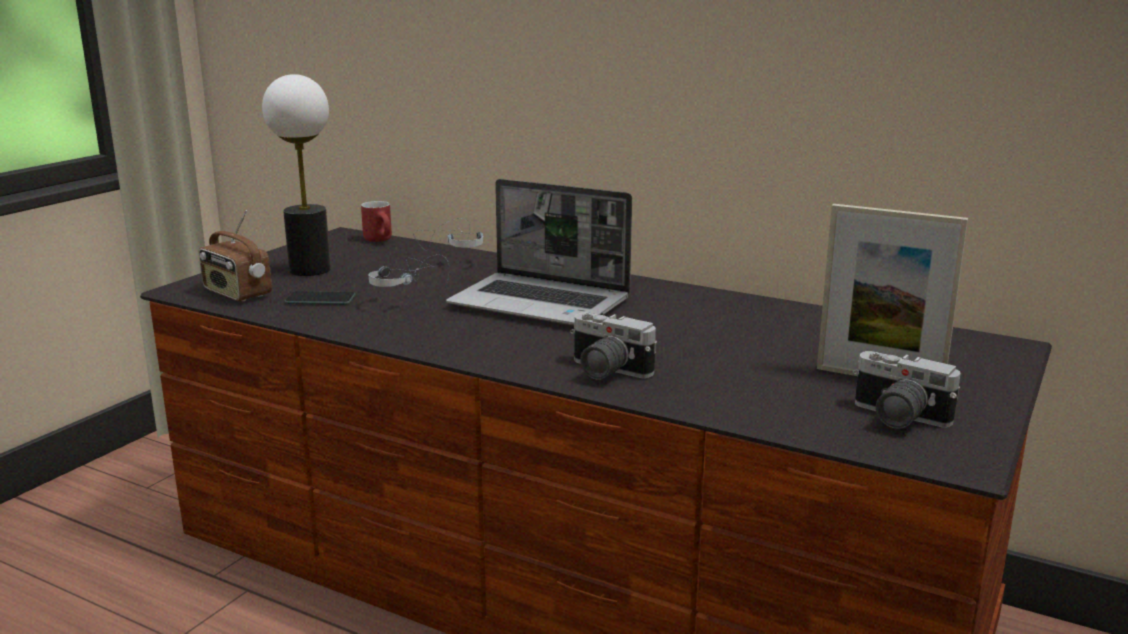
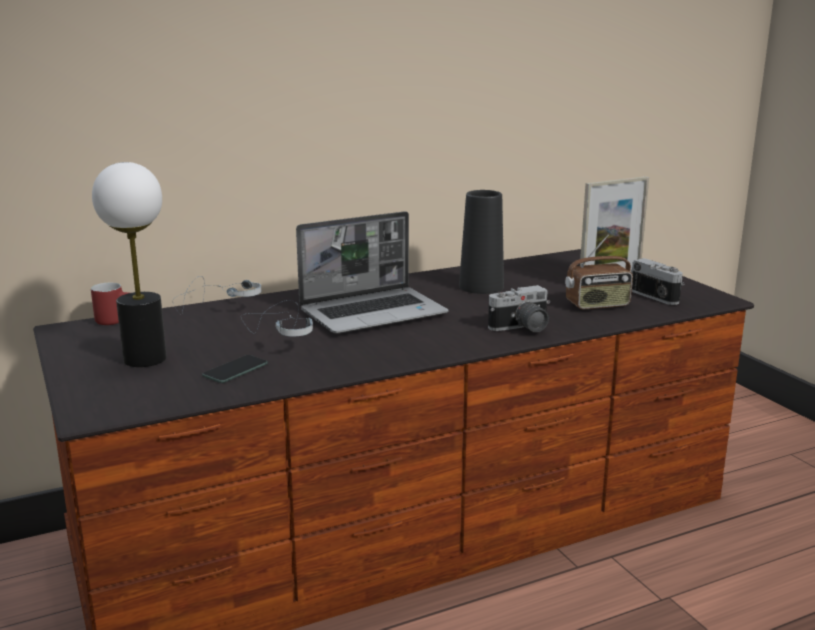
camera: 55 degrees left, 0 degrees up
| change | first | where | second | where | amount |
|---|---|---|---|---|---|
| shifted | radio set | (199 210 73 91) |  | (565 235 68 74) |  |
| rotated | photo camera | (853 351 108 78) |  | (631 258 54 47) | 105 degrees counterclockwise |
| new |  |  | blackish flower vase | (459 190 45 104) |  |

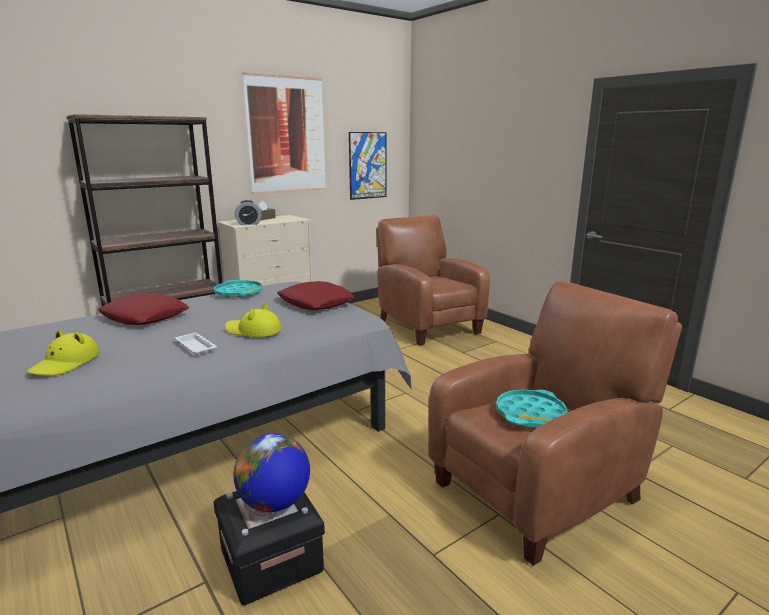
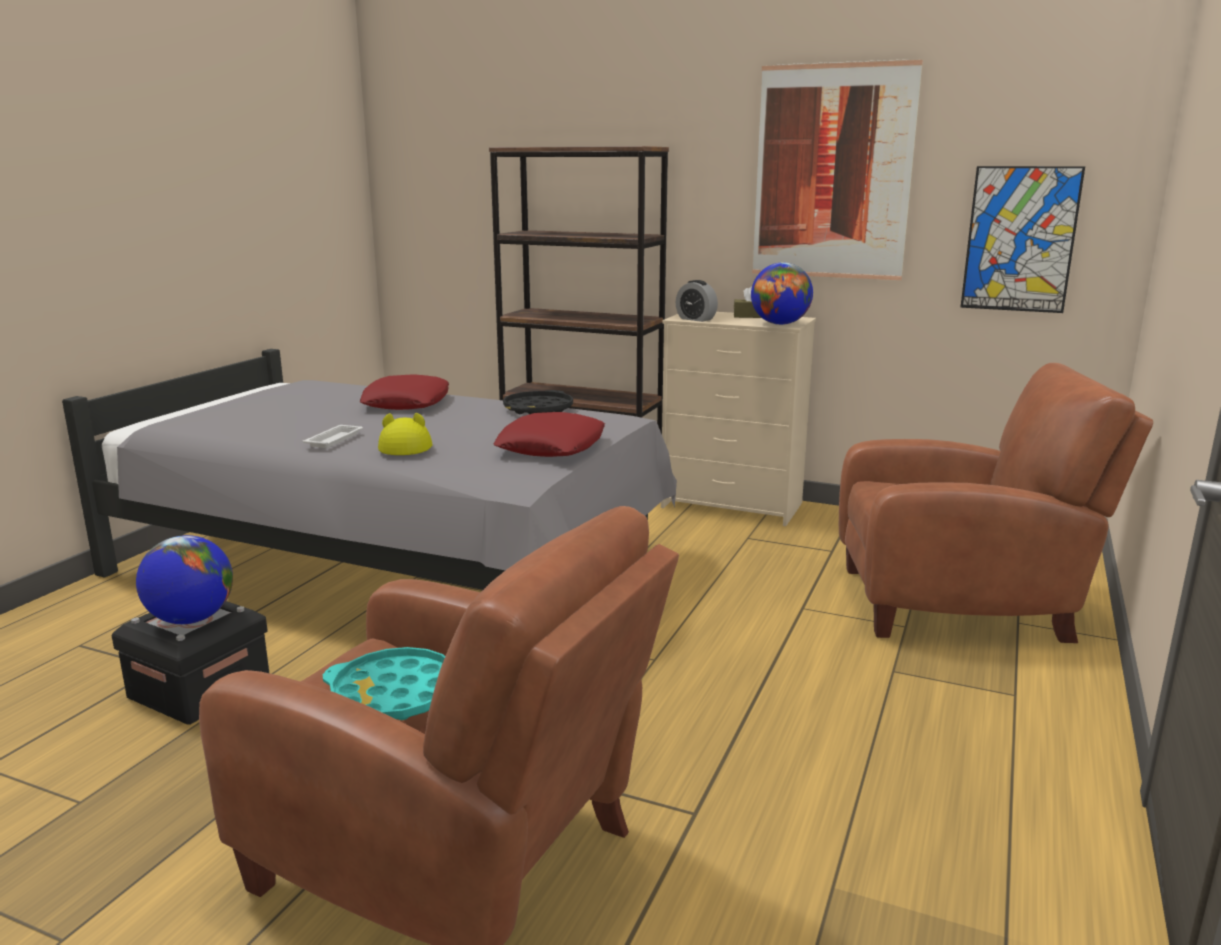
camera: 60 degrees right, 0 degrees up
| change | first | where | second | where | amount |
|---|---|---|---|---|---|
| gone | yellow wearable hat | (27 329 73 46) |  |  |  |
| repainted | turquoise-coloured tray | (214 280 49 18) | blackish tray | (503 390 70 24) |  |
| rotated | brown easy chair | (376 215 114 131) |  | (839 363 314 280) | 60 degrees clockwise |
| new |  |  | desk globe | (751 262 62 63) |  |

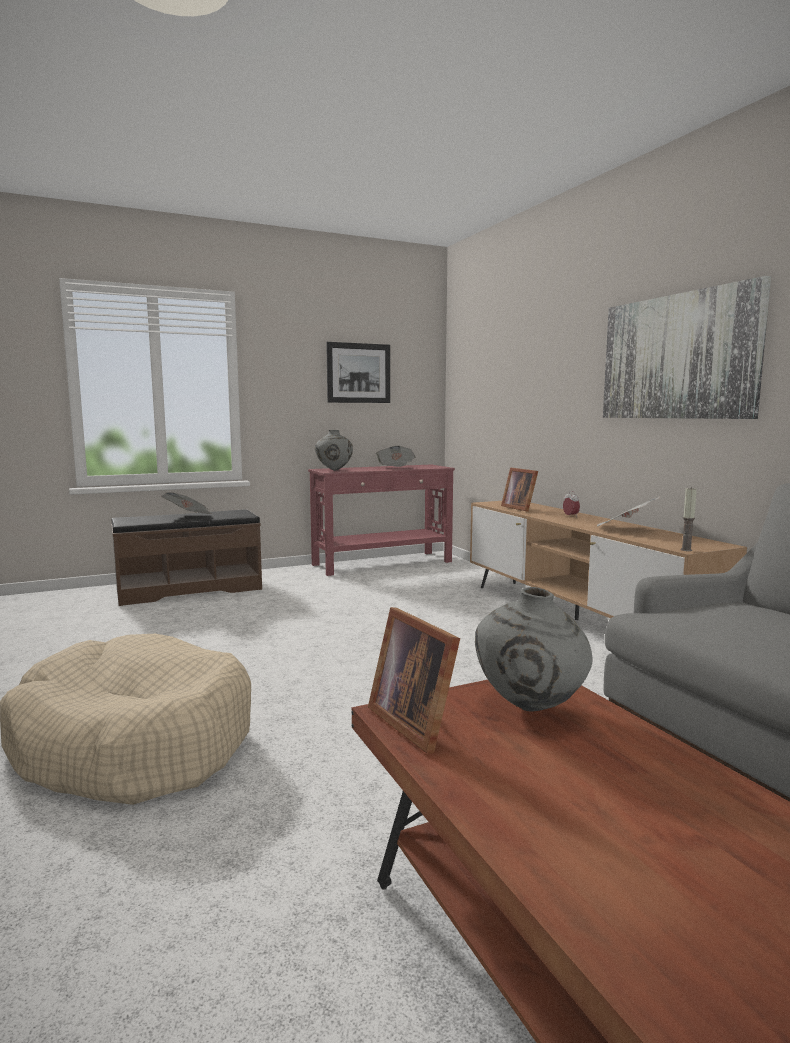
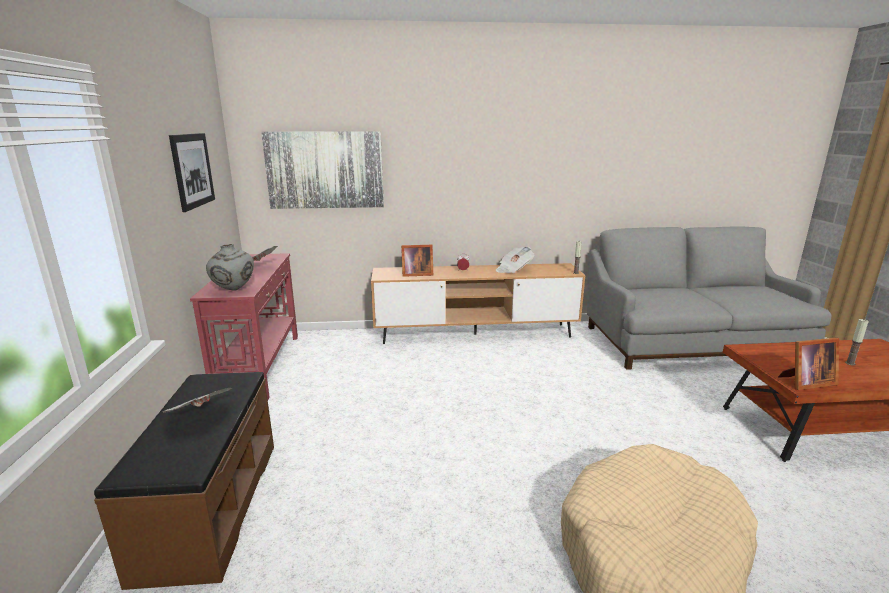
camera: 70 degrees left, 10 degrees up
| change | first | where | second | where | amount |
|---|---|---|---|---|---|
| gone | greyish flower vase | (475 587 118 125) |  |  |  |
| shifted | wall picture | (603 276 168 143) |  | (261 131 123 78) |  |
| new |  |  | wax candle | (845 319 24 47) |  |

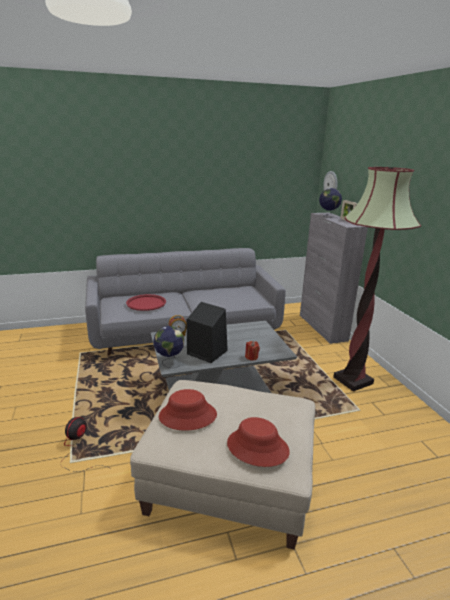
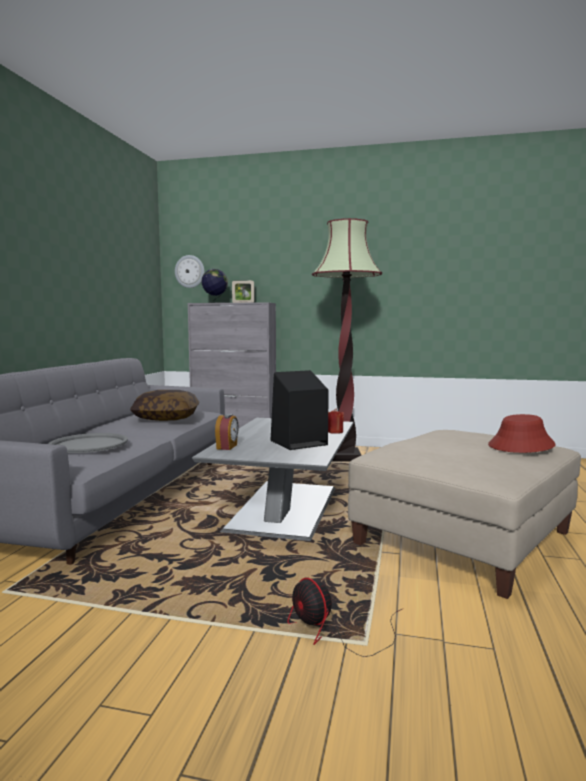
camera: 60 degrees left, 15 degrees down
| change | first | where | second | where | amount |
|---|---|---|---|---|---|
| repainted | red-coloured tray | (126 294 40 17) | greyish tray | (48 433 80 20) |  |
| gone | desk globe | (153 326 32 42) |  |  |  |
| gone | red-coloured wearable hat | (159 389 58 42) |  |  |  |
| new |  |  | throw pillow | (130 390 69 31) |  |

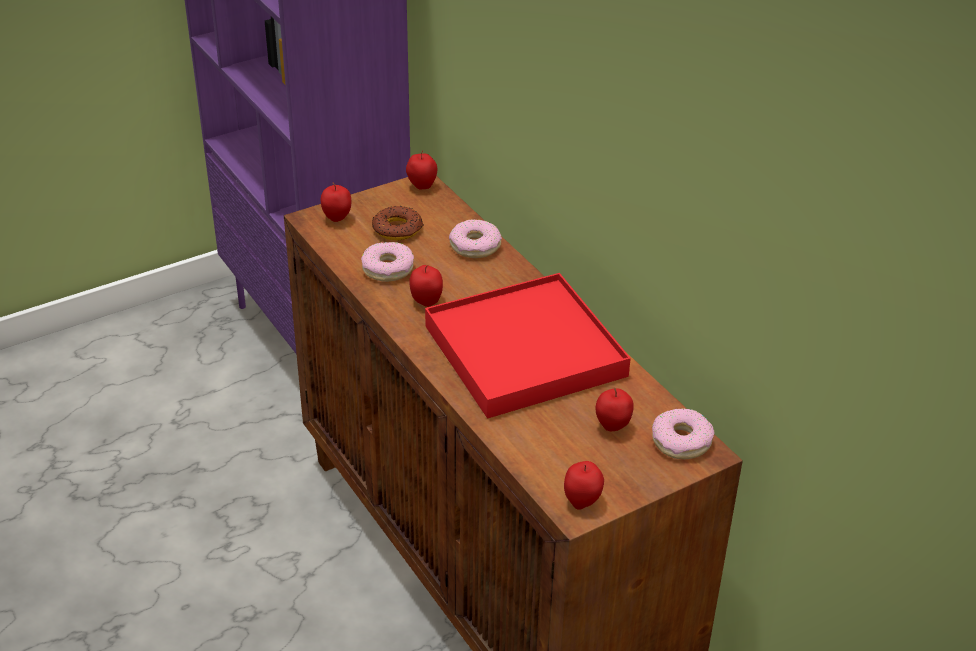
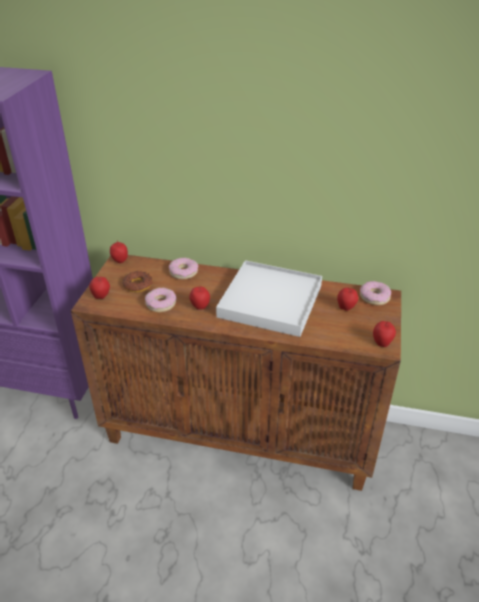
camera: 45 degrees left, 0 degrees up
| change | first | where | second | where | amount |
|---|---|---|---|---|---|
| repainted | red-coloured tray | (425 273 206 145) | whitish tray | (216 260 106 77) |  |

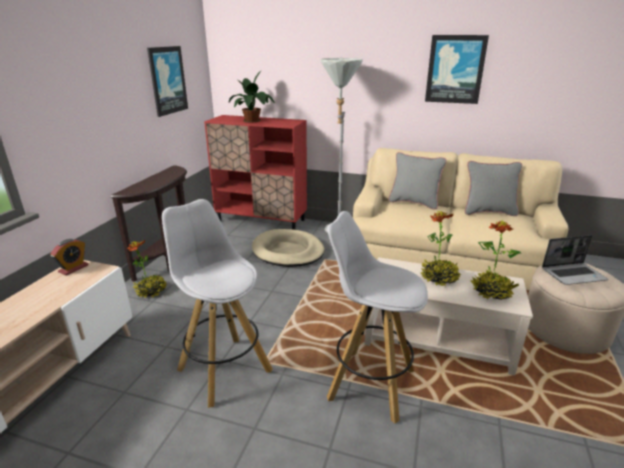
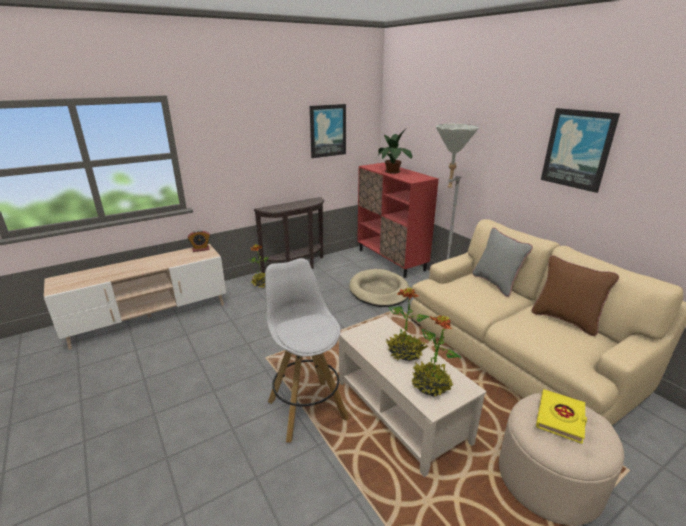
camera: 40 degrees right, 0 degrees up
| change | first | where | second | where | amount |
|---|---|---|---|---|---|
| gone | whitish stool | (162 199 111 209) |  |  |  |
| repainted | greyish throw pillow | (465 161 57 55) | brown throw pillow | (531 255 88 81) |  |
| swapped | laptop | (542 235 66 50) | yellow book | (536 389 51 55) |  |

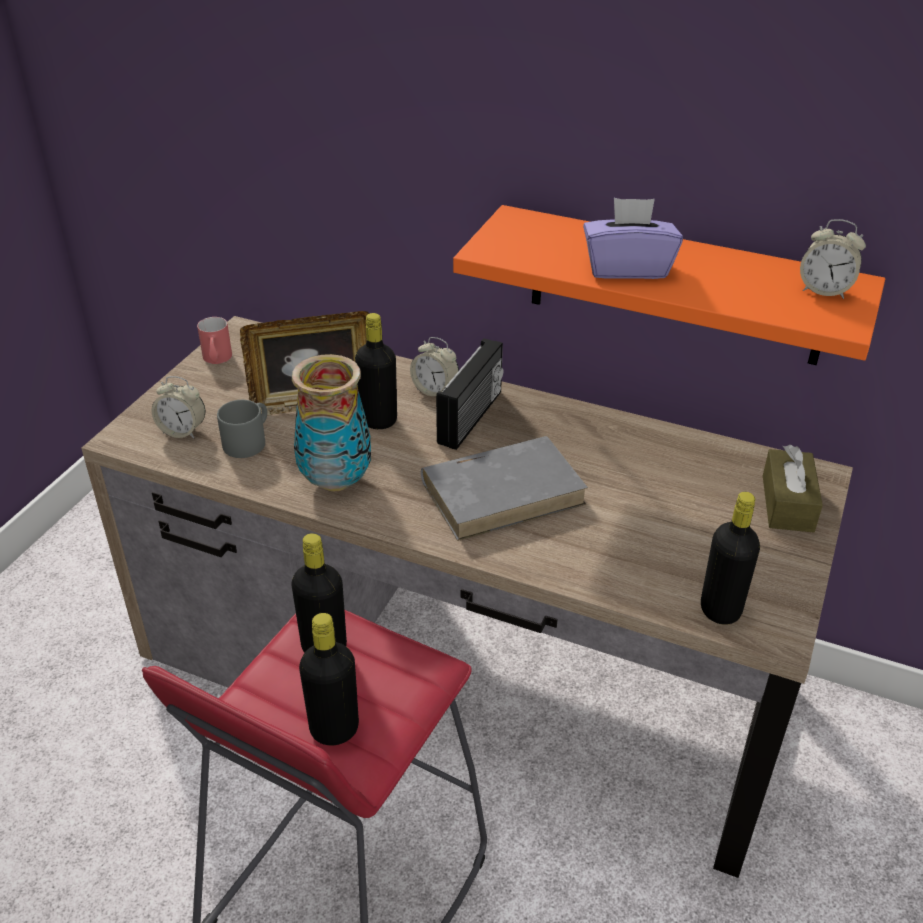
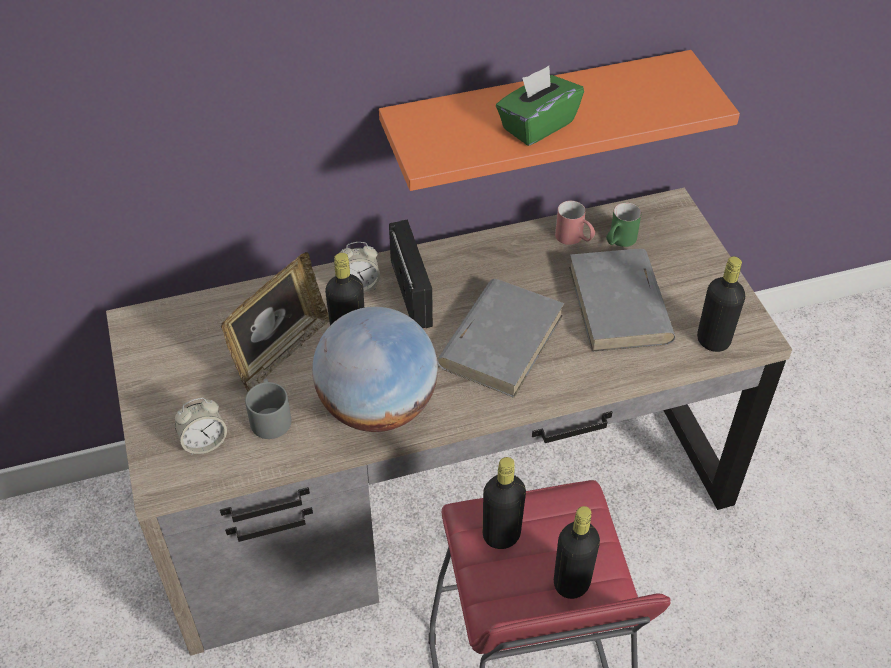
camera: 40 degrees left, 10 degrees up
| change | first | where | second | where | amount |
|---|---|---|---|---|---|
| shifted | red-coloured coffee mug | (197 317 35 47) |  | (555 201 40 44) |  |
| swapped | flower vase | (292 354 79 137) | desk globe | (312 307 126 125) |  |
| repainted | purple-coloured box of tissues | (583 198 100 81) | greenish box of tissues | (496 66 88 80) |  |
| gone | brown box of tissues | (763 445 60 87) |  |  |  |
| gone | table clock | (800 219 66 80) |  |  |  |
| new |  |  | greyish book | (569 249 106 103) |  |
| new |  |  | greenish coffee mug | (606 202 36 45) |  |

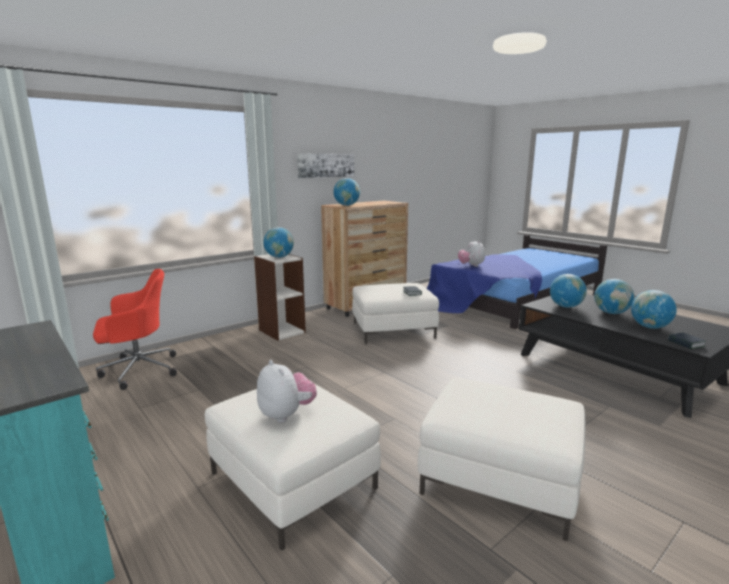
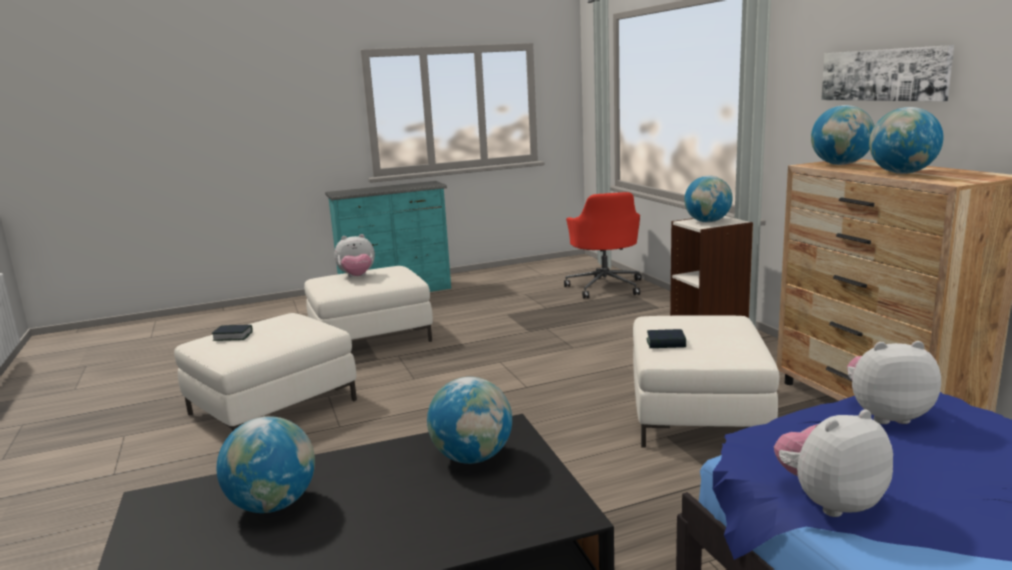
camera: 110 degrees right, 0 degrees up
| change | first | where | second | where | amount |
|---|---|---|---|---|---|
| shifted | desk globe | (594 279 40 35) |  | (869 107 74 67) |  |
| shifted | book | (668 333 38 16) |  | (212 325 41 16) |  |
| new |  |  | plush toy | (774 410 119 107) |  |

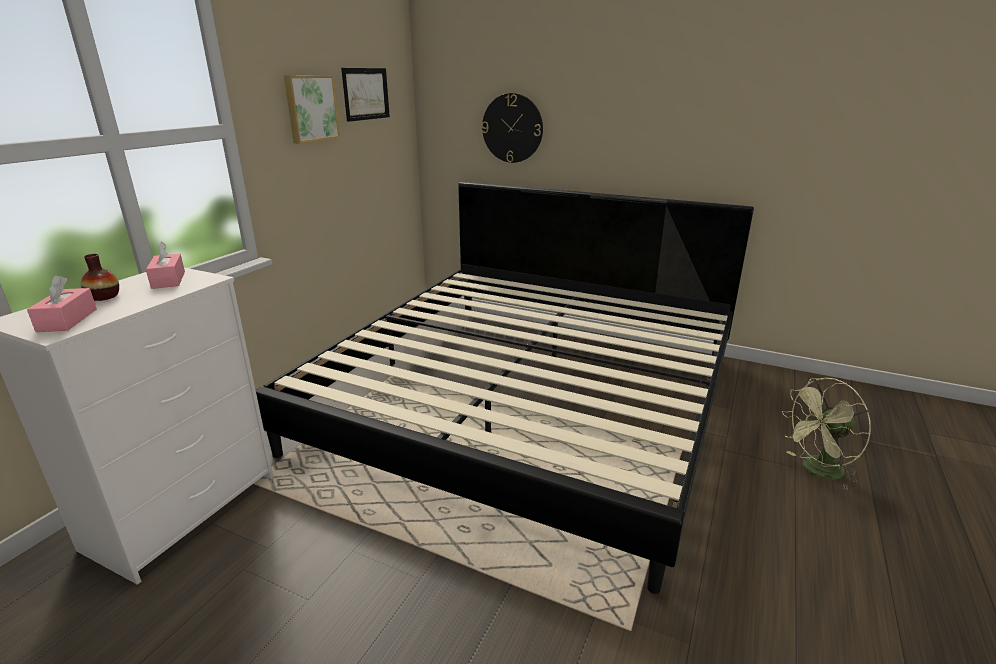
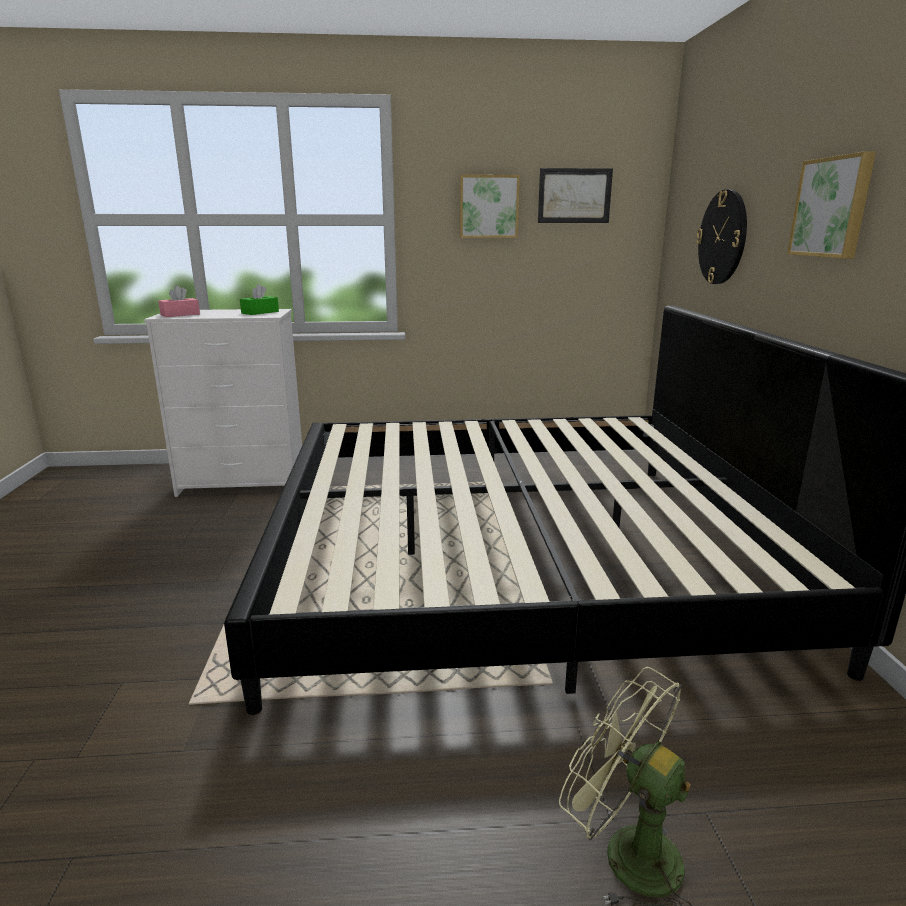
camera: 60 degrees right, 5 degrees down
| change | first | where | second | where | amount |
|---|---|---|---|---|---|
| gone | flower vase | (81 254 38 47) |  |  |  |
| repainted | pink box of tissues | (146 242 39 47) | greenish box of tissues | (240 284 39 31) |  |
| new |  |  | wall picture | (787 151 89 107) |  |

